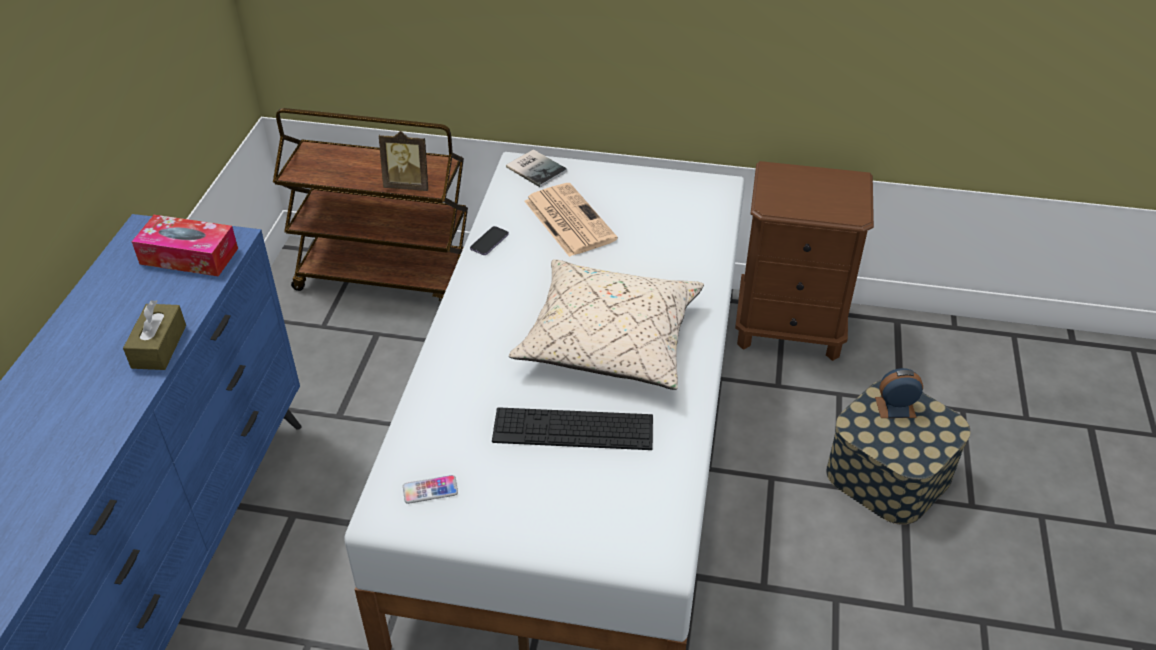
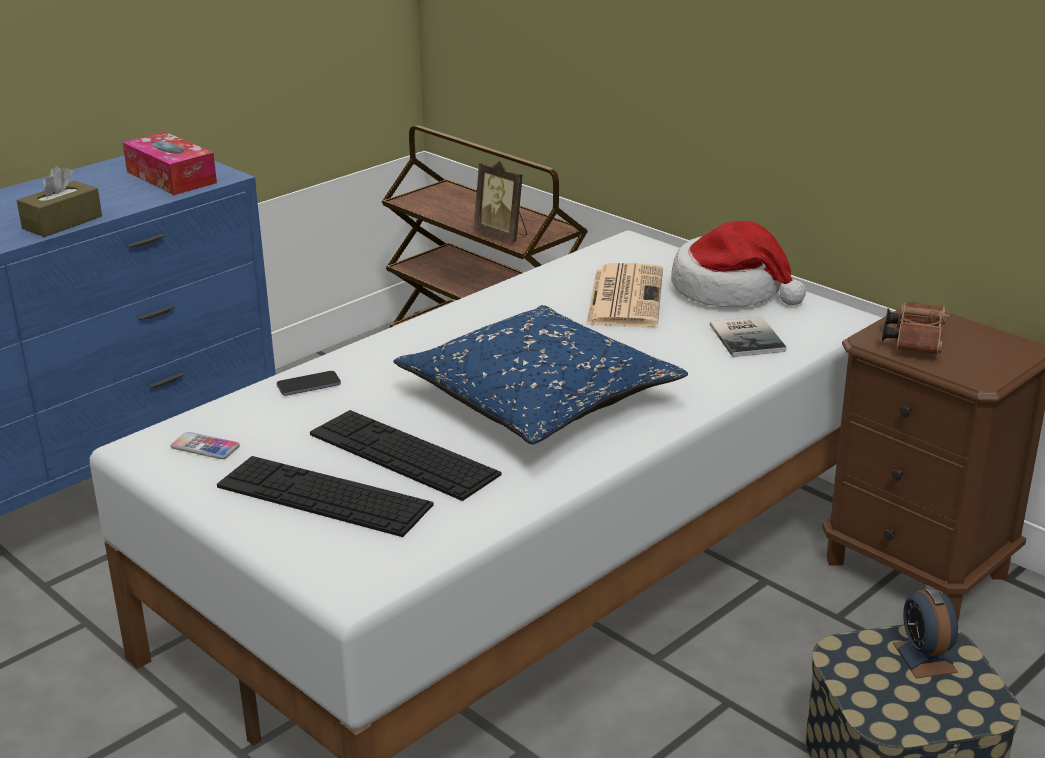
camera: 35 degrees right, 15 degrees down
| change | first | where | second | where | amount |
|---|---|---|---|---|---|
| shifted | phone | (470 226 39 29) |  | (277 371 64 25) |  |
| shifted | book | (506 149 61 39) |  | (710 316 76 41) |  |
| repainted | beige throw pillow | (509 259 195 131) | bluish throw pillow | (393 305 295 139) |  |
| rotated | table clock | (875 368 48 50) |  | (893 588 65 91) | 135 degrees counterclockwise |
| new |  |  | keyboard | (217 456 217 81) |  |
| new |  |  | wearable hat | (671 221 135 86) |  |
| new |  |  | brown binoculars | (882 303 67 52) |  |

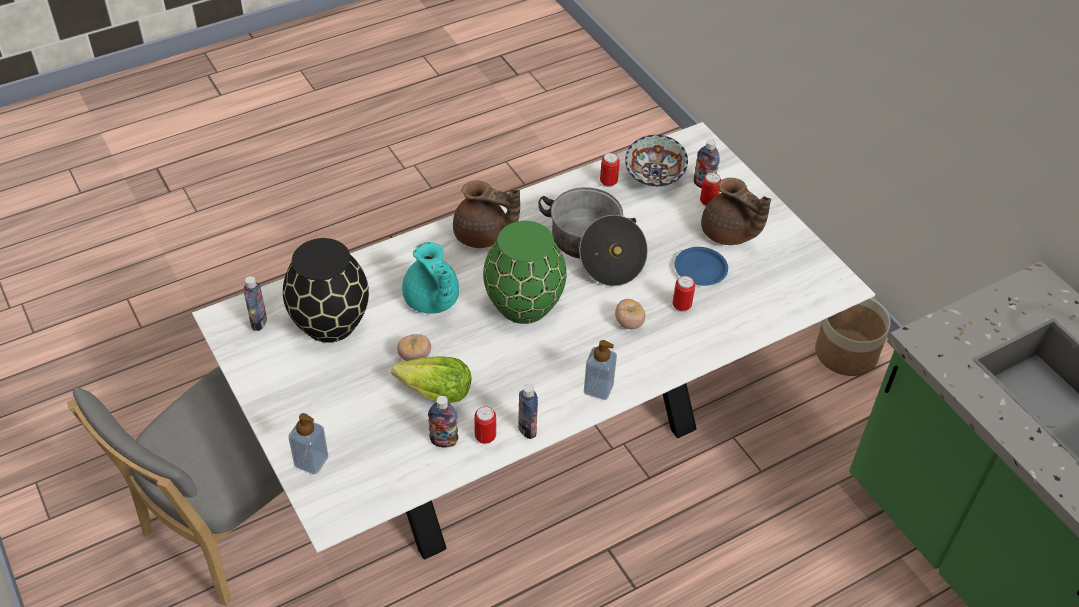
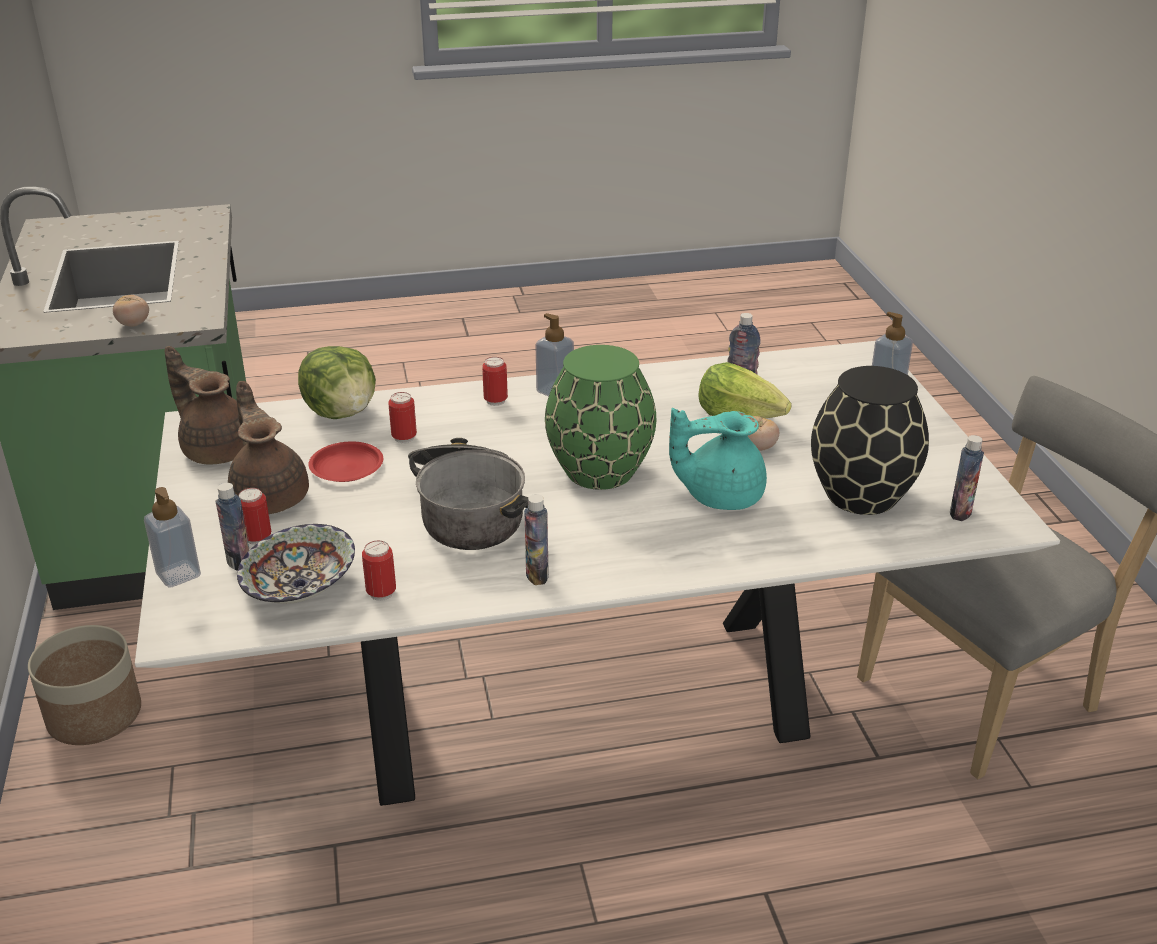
camera: 160 degrees left, 15 degrees down
| change | first | where | second | where | amount |
|---|---|---|---|---|---|
| rotated | turquoise-coloured pot for tea | (402 242 57 72) |  | (669 408 98 102) | 90 degrees counterclockwise |
| shifted | brown pot for tea | (453 180 67 68) |  | (165 346 78 118) |  |
| shifted | metal can | (474 406 22 38) |  | (482 357 26 49) |  |
| shifted | beverage bottle | (518 384 20 55) |  | (524 494 25 91) |  |
| shifted | fresh tomato | (615 299 30 30) |  | (113 295 36 31) |  |
| repainted | bluish flat dish | (674 247 54 39) | red-coloured flat dish | (309 442 74 40) |  |
| new |  |  | soap dispenser | (144 487 57 101) |  |
| new |  |  | head of lettuce | (298 346 78 73) |  |

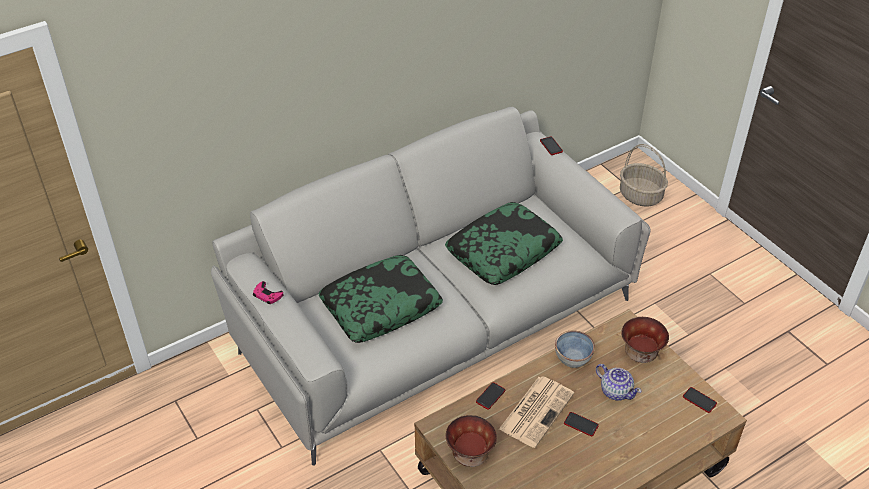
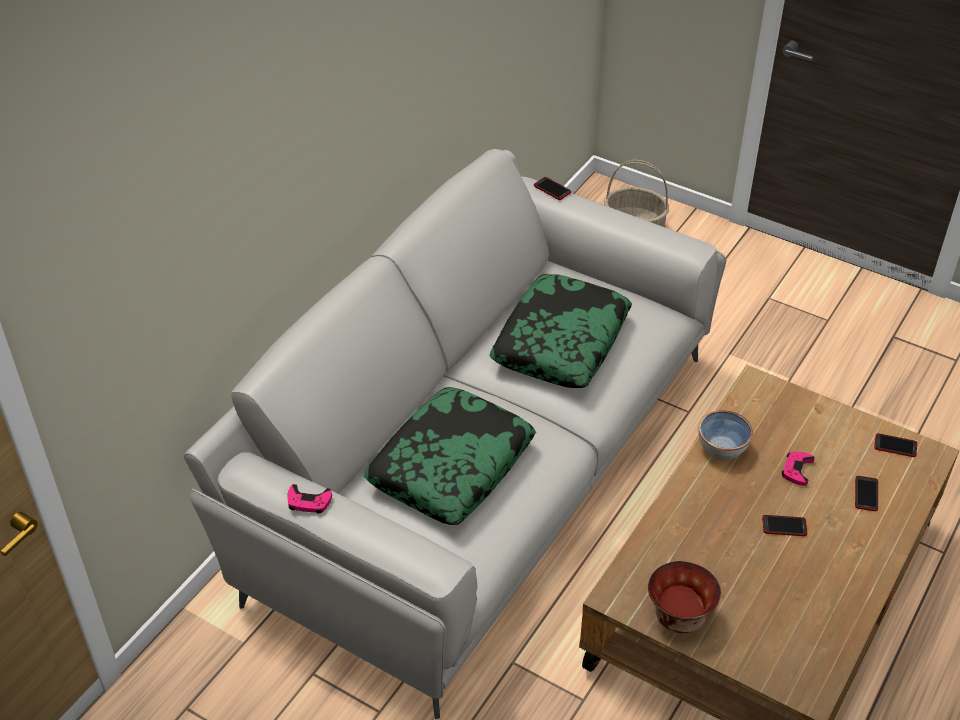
camera: 25 degrees left, 0 degrees up
| change | first | where | second | where | amount |
|---|---|---|---|---|---|
| shifted | phone | (476 382 29 28) |  | (855 476 23 35) |  |
| gone | printed paper | (499 376 75 72) |  |  |  |
| swapped | pot for tea | (596 364 46 37) | pink game controller | (782 452 33 34) |  |
| gone | serving bowl | (621 317 48 46) |  |  |  |

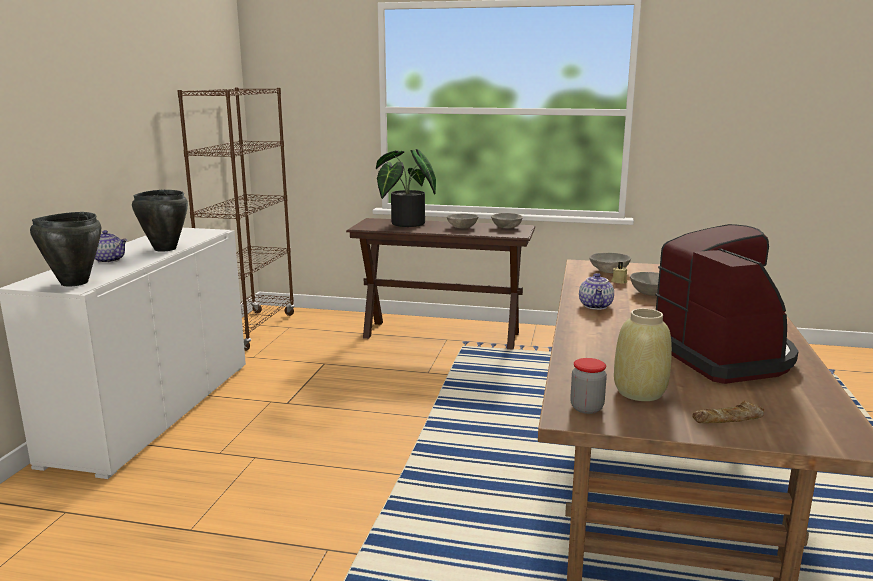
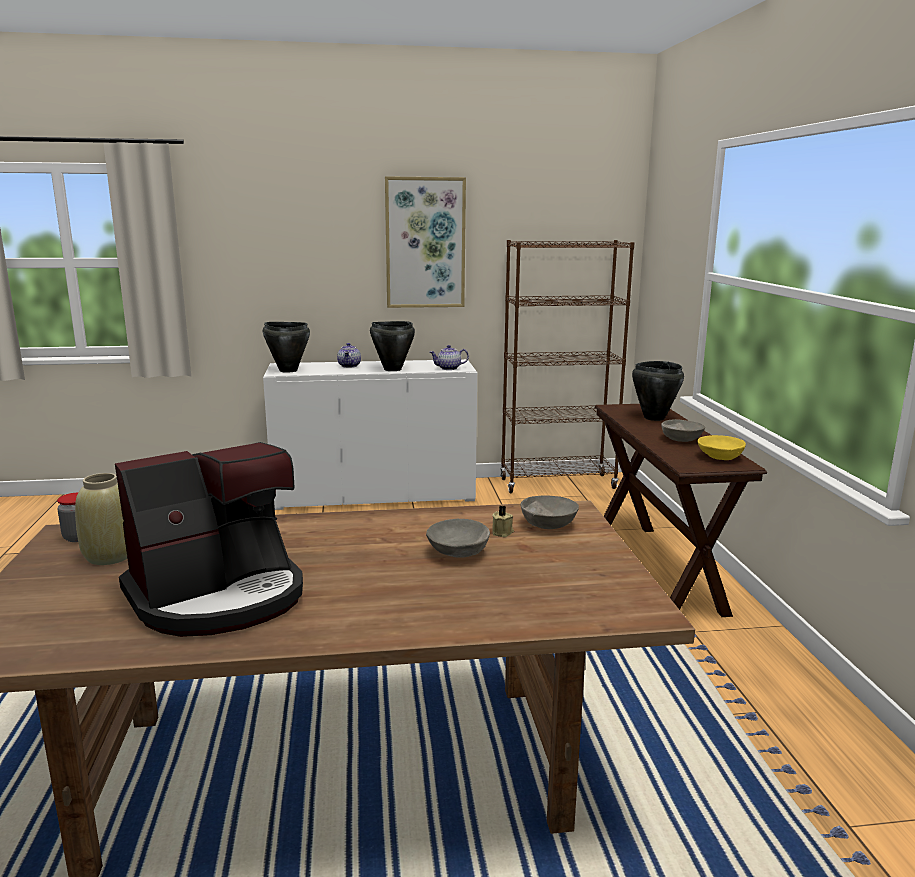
camera: 70 degrees right, 0 degrees up
| change | first | where | second | where | amount |
|---|---|---|---|---|---|
| swapped | houseplant | (376 149 60 78) | blackish saucepot | (632 361 52 60) |  |
| repainted | greyish serving bowl | (491 213 32 15) | yellow serving bowl | (697 435 49 25) |  |
| shifted | pot for tea | (579 273 35 37) |  | (430 345 39 25) |  |
| gone | baked bread | (692 401 72 22) |  |  |  |
| new |  |  | wall picture | (385 176 81 132) |  |

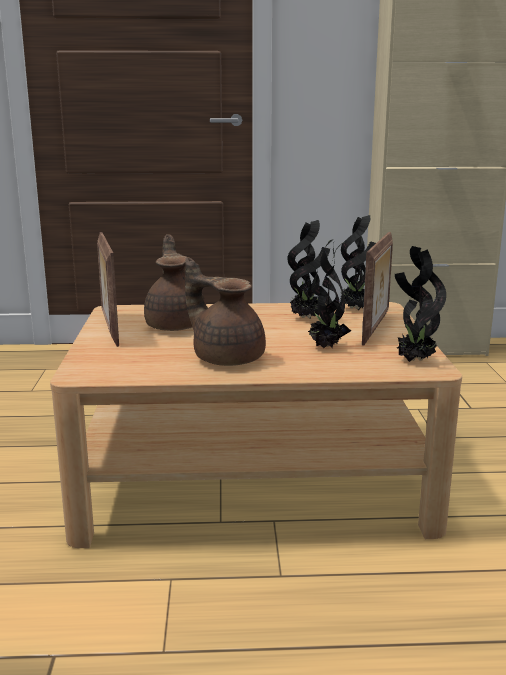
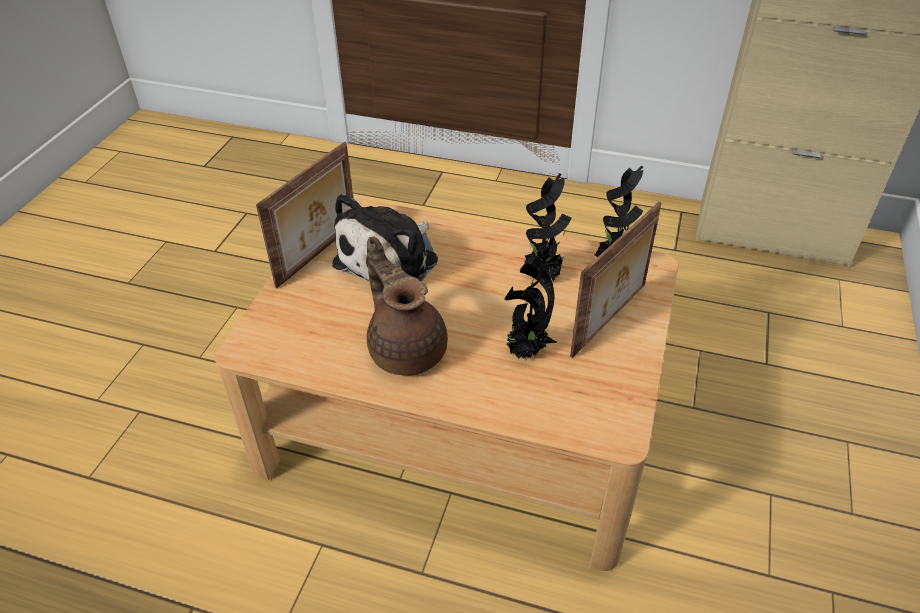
camera: 20 degrees right, 25 degrees up
| change | first | where | second | where | amount |
|---|---|---|---|---|---|
| rotated | picture frame | (97 232 22 115) |  | (256 142 97 146) | 150 degrees counterclockwise |
| swapped | brown pot for tea | (144 234 62 97) | plush toy | (332 193 106 89) |  |
| gone | houseplant | (395 246 51 116) |  |  |  |

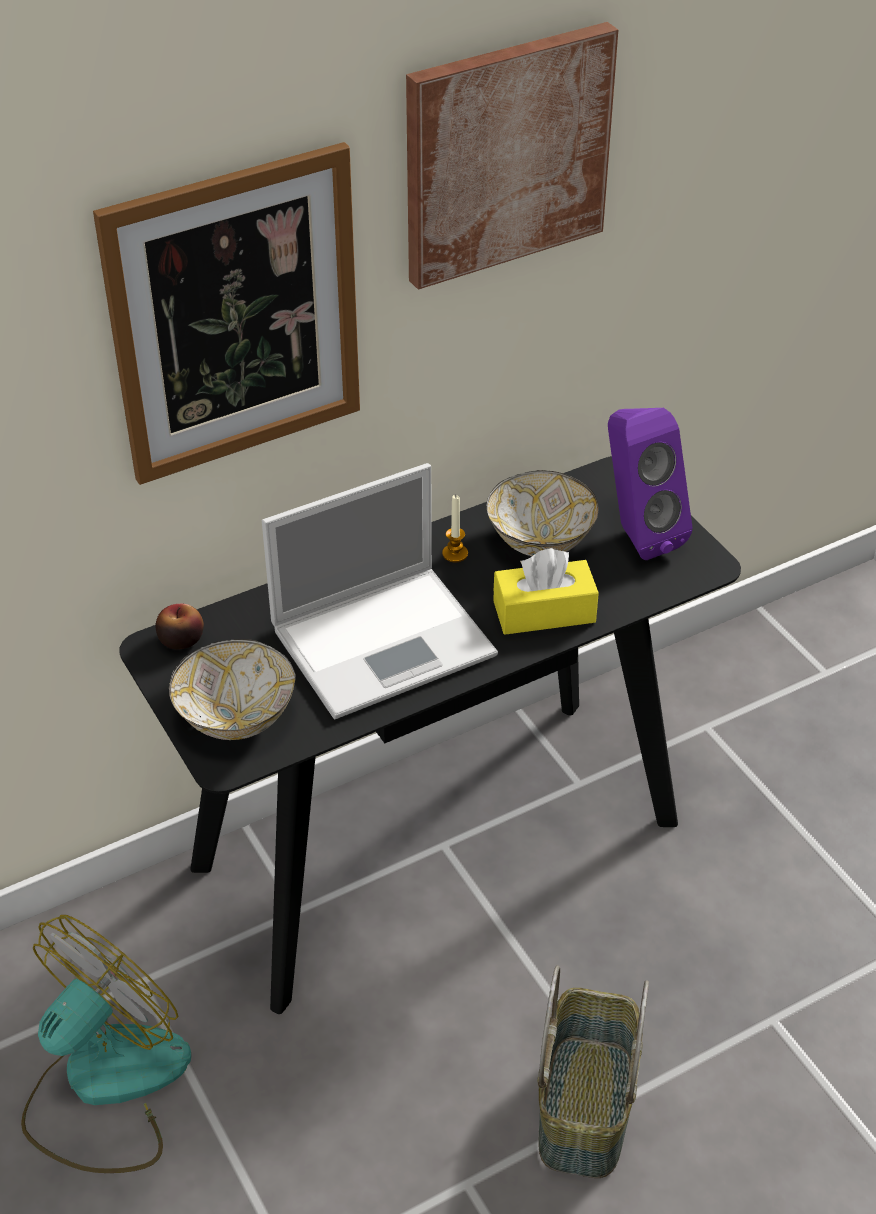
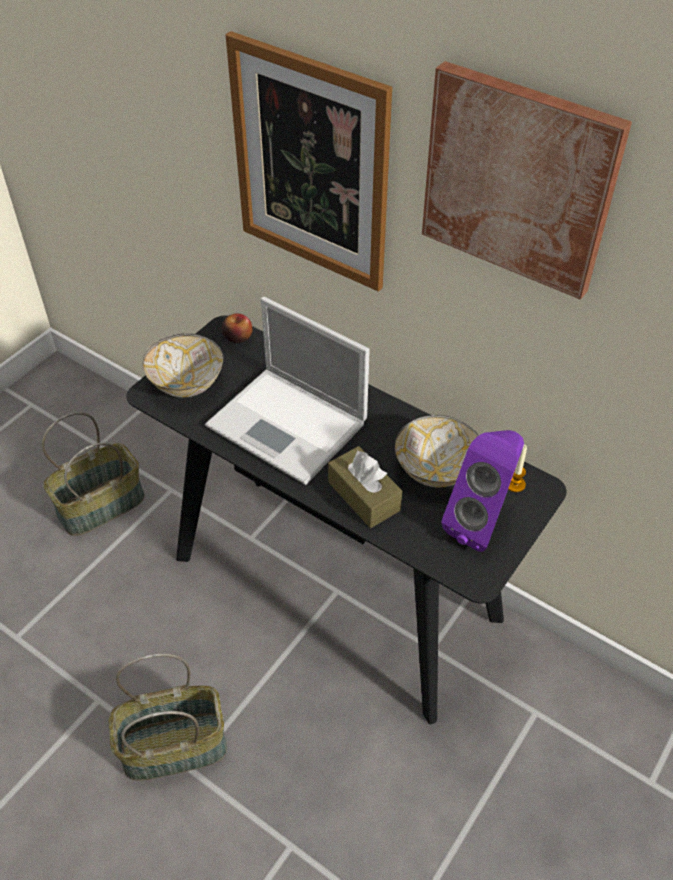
camera: 65 degrees right, 5 degrees up
| change | first | where | second | where | amount |
|---|---|---|---|---|---|
| swapped | fan | (21 915 170 258) | basket | (42 412 103 124) |  |
| shifted | wax candle | (442 495 26 67) |  | (508 445 19 47) |  |
| repainted | yellow box of tissues | (493 548 106 87) | brown box of tissues | (328 446 74 82) |  |

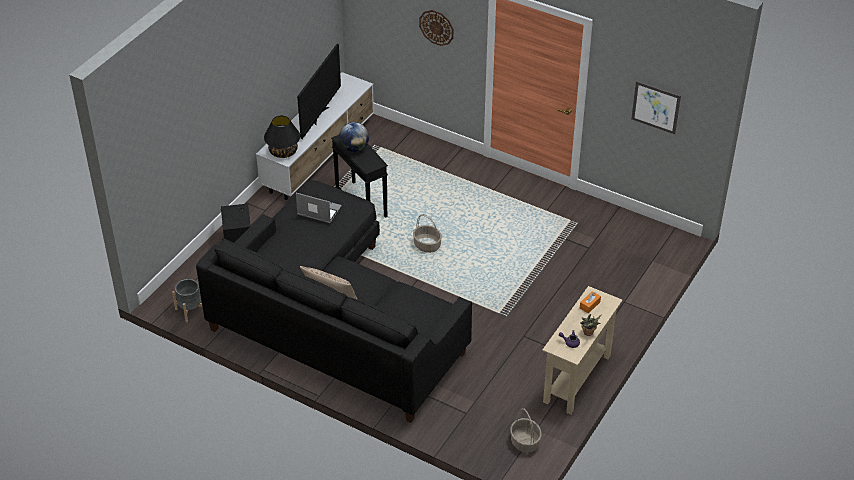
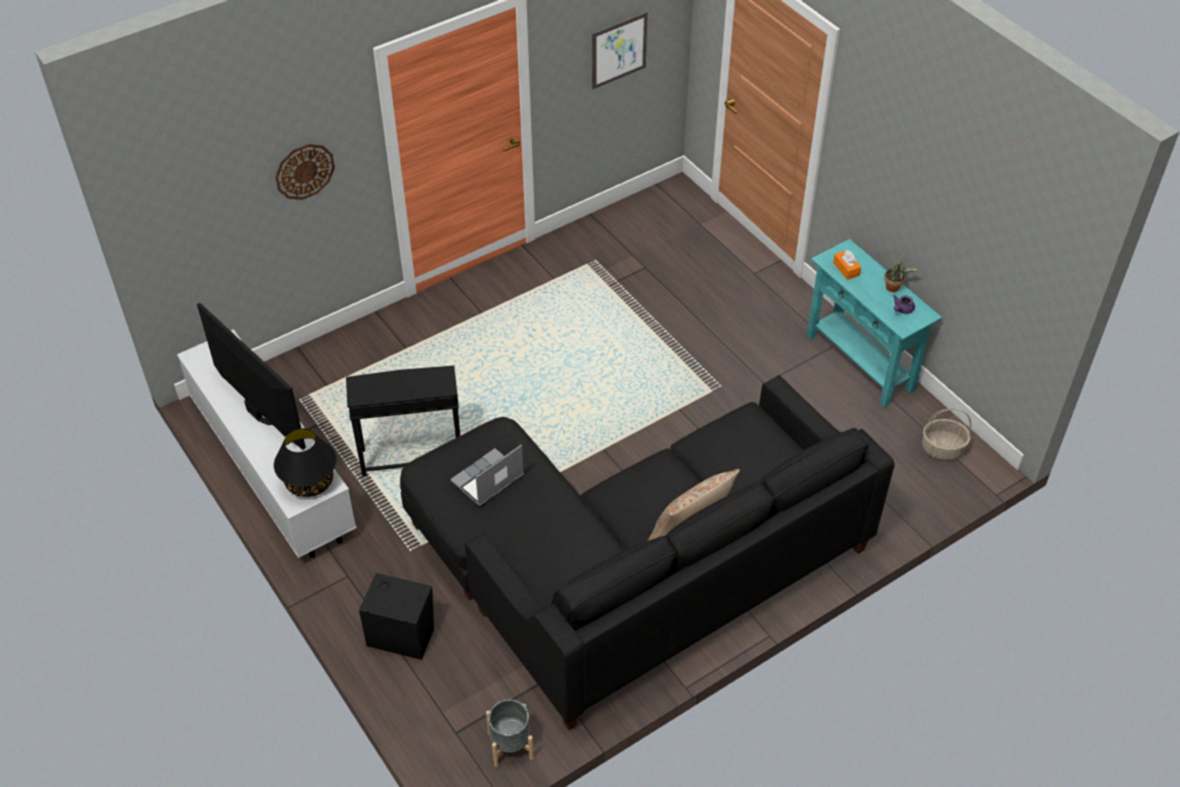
camera: 65 degrees left, 5 degrees up
| change | first | where | second | where | amount |
|---|---|---|---|---|---|
| gone | desk globe | (339 122 30 30) |  |  |  |
| gone | basket | (413 214 29 39) |  |  |  |
| repainted | beige console table | (542 286 81 129) | turquoise-coloured console table | (807 239 135 169) |  |

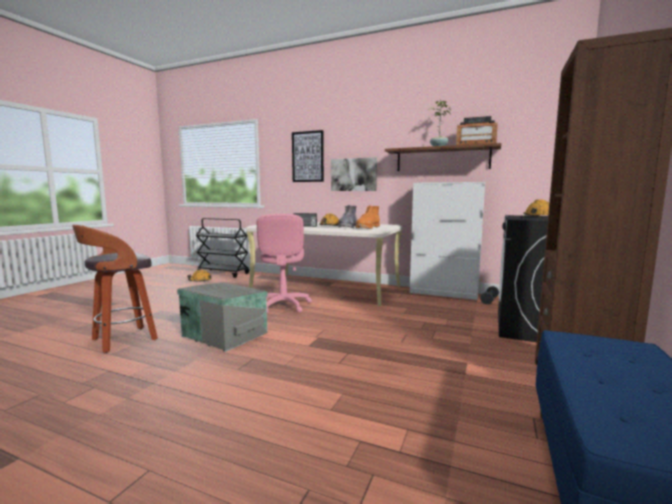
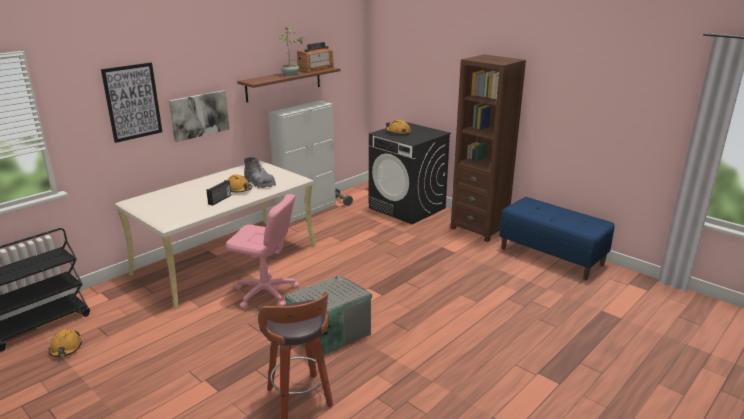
camera: 70 degrees left, 15 degrees up
| change | first | where | second | where | amount |
|---|---|---|---|---|---|
| gone | orange boot | (356 205 24 24) |  |  |  |

